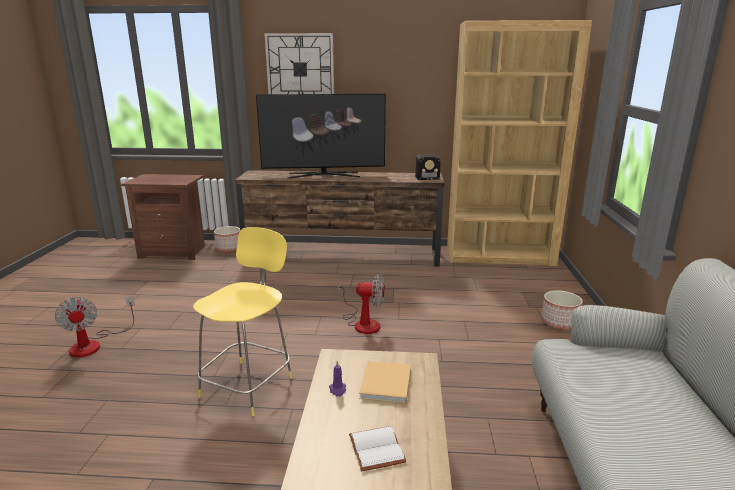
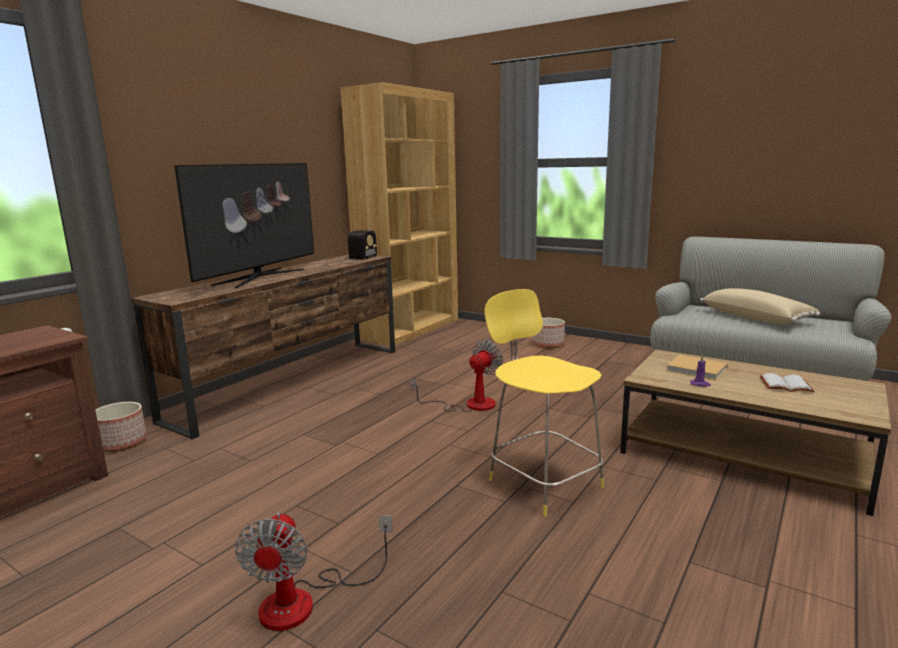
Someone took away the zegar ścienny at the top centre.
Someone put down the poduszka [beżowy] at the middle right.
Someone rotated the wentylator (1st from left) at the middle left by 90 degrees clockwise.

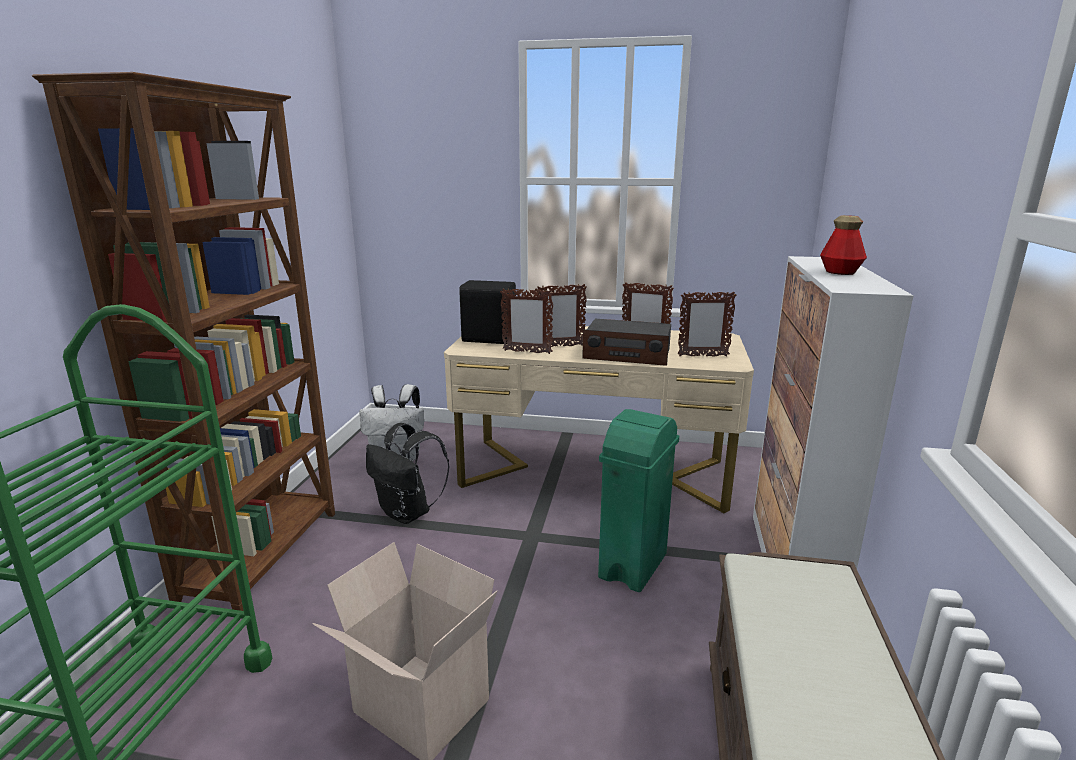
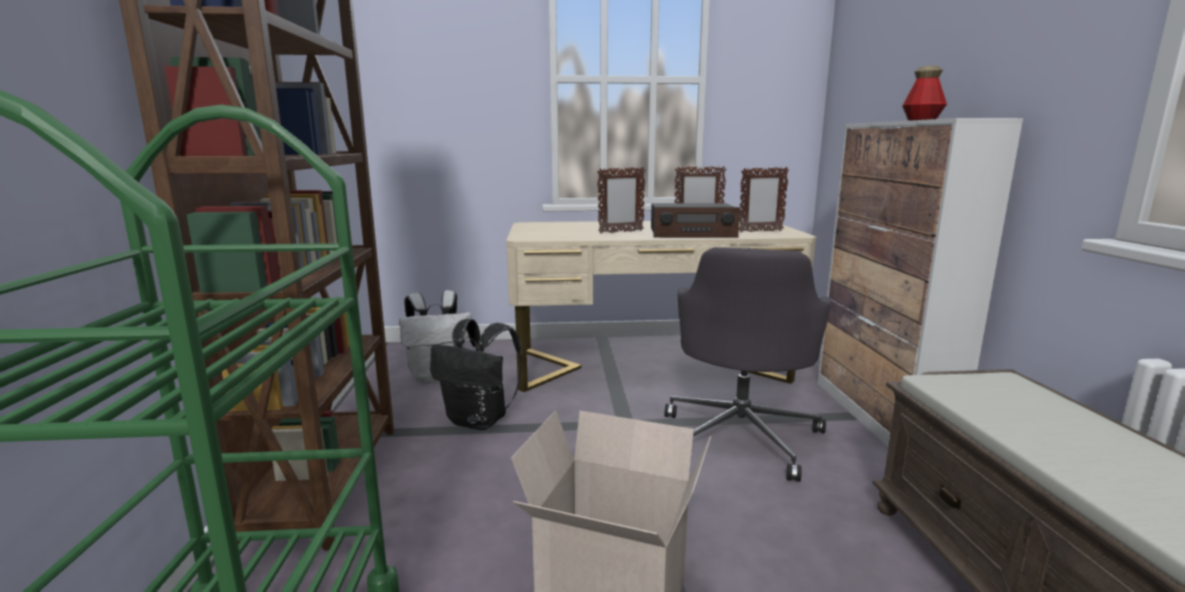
Someone took away the głośnik [czarny] at the centre.
Someone took away the ramka na zdjęcie (1st from left) at the centre.
Someone swapped the kosz na śmieci [zielony] at the centre for the krzesło biurowe [szary] at the centre.

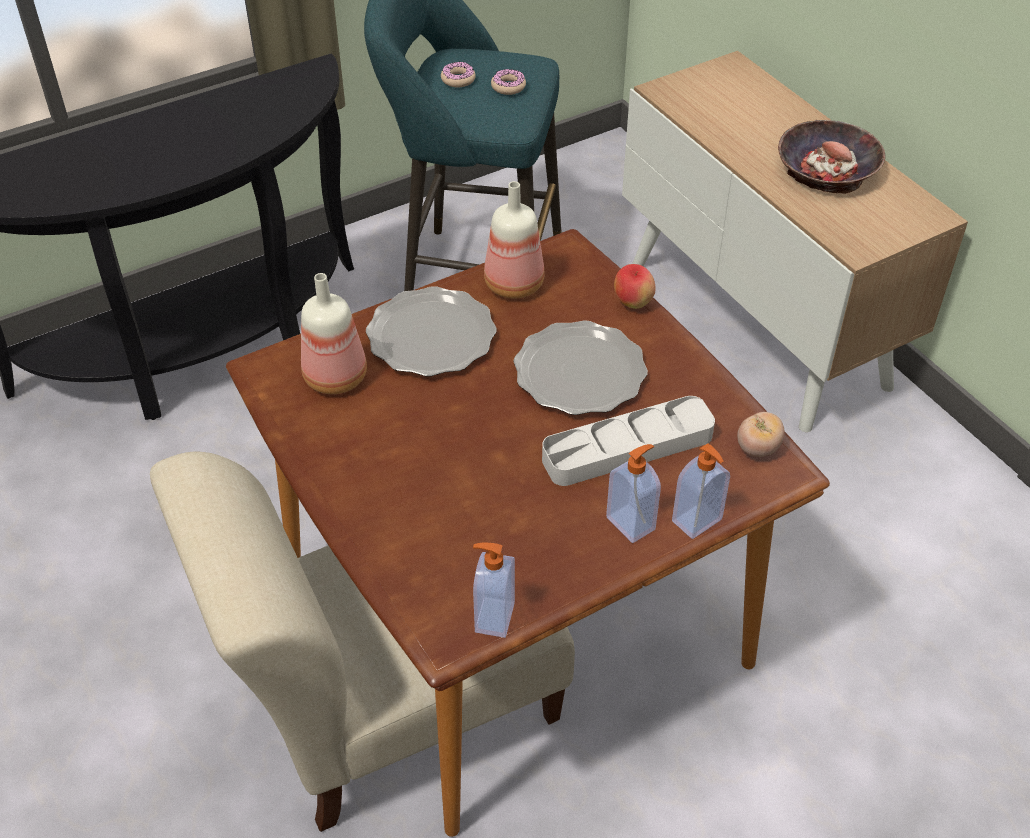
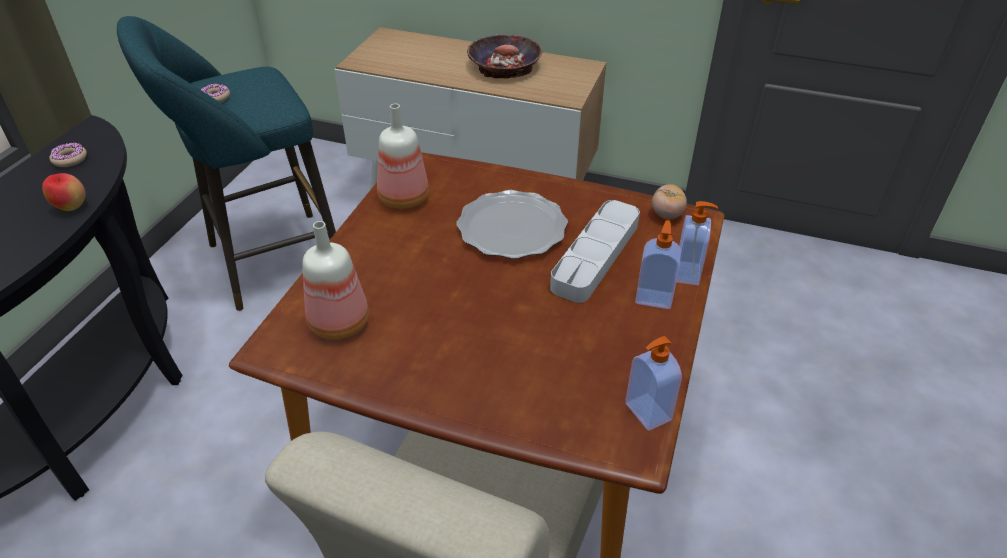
Someone took away the talerz (1st from left) at the centre.
Someone carried the donut (2nd from left in the first image) from the top centre to the top left.
Someone carried the jabłko from the centre to the middle left.

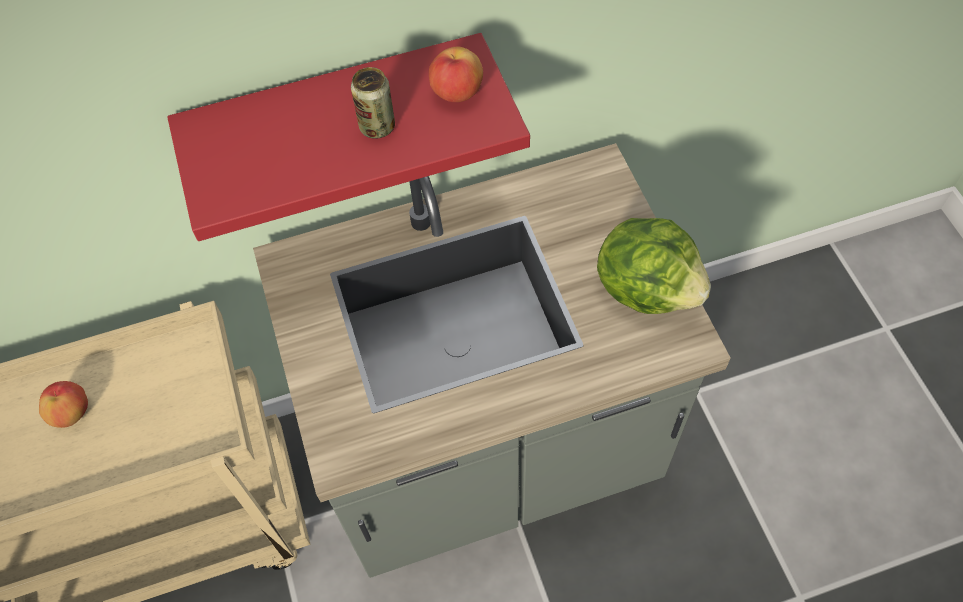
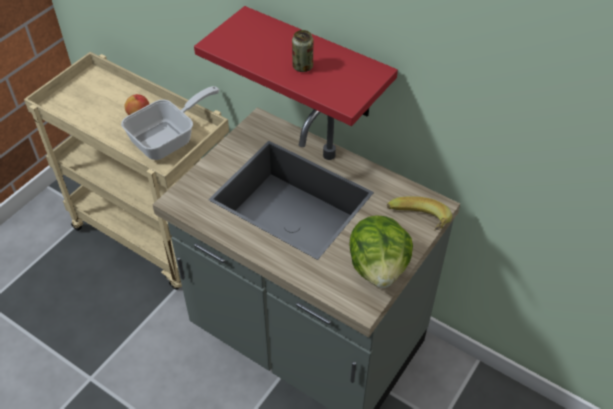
Someone took away the jabłko (2nd from left) at the top centre.
Someone put down the patelnia at the top left.
Someone put down the banan at the middle right.

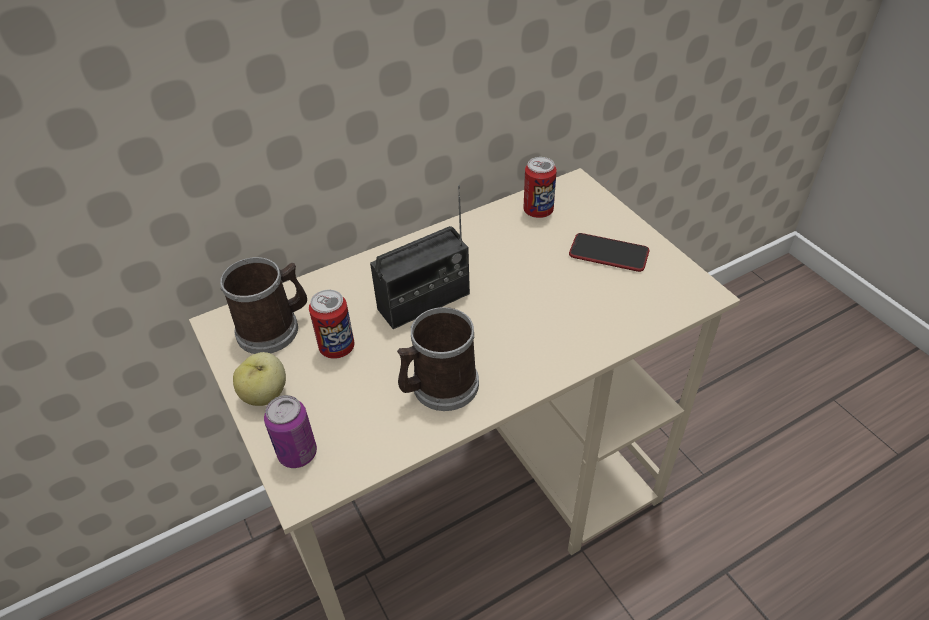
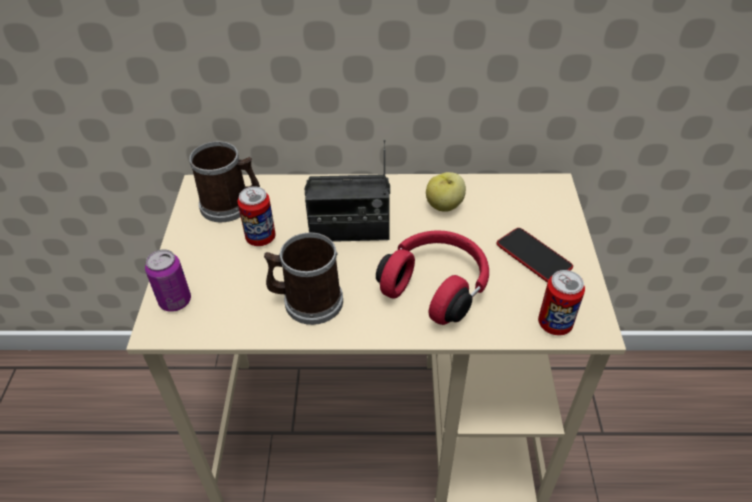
Someone put down the słuchawki [czerwony] at the centre.
Someone carried the jabłko from the middle left to the centre.
Someone carried the puszka (3rd from left) from the top centre to the middle right.

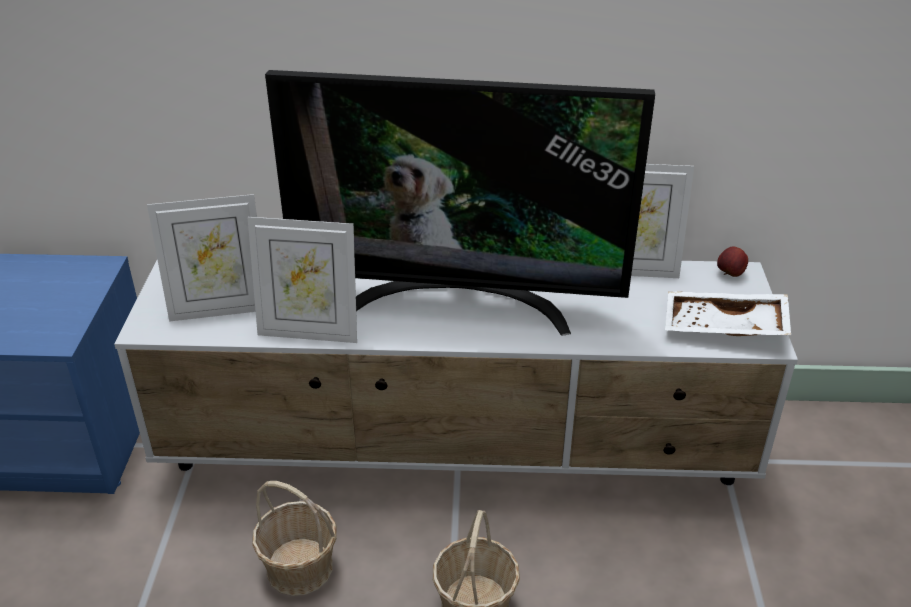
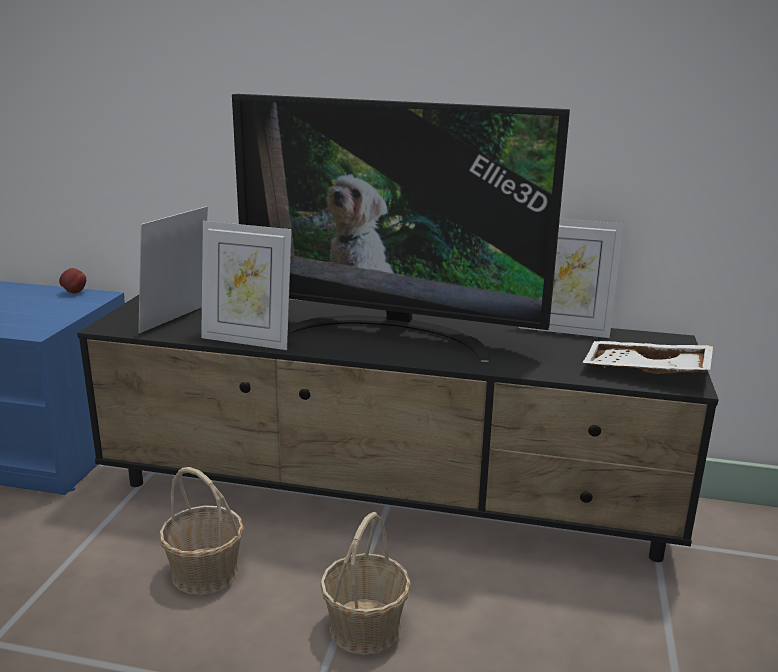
Someone carried the jabłko from the middle right to the middle left.
Someone repainted the szafka pod telewizor [biały] at the centre, which became the szafka pod telewizor [czarny] at the centre.
Someone rotated the ramka na zdjęcie (1st from left) at the middle left by 120 degrees clockwise.

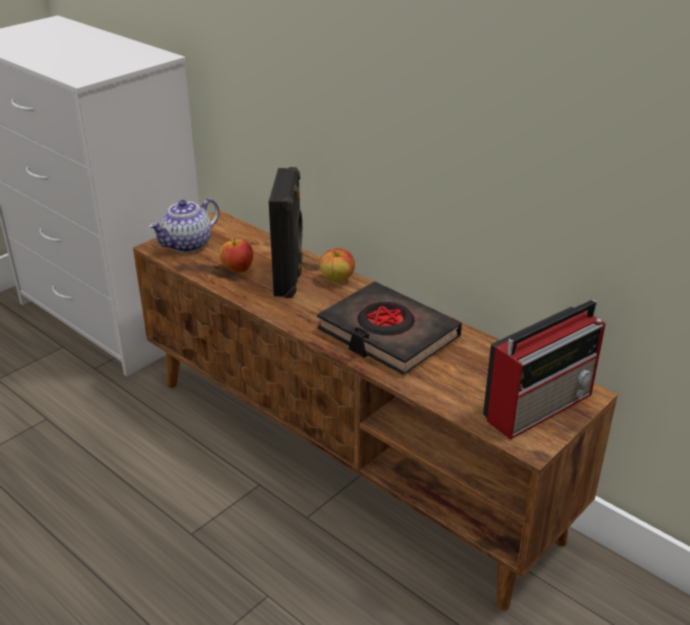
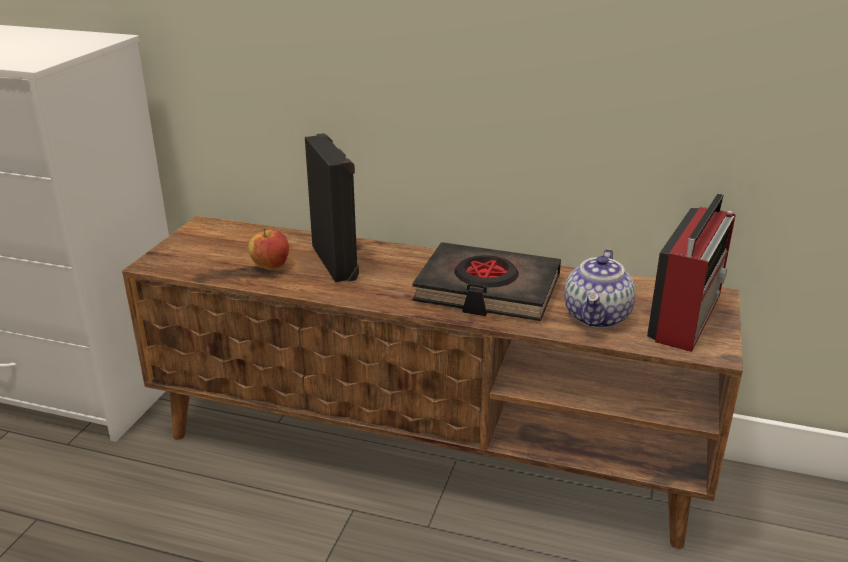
Someone took away the jabłko (2nd from left) at the centre.
Someone carried the imbryk from the middle left to the middle right.

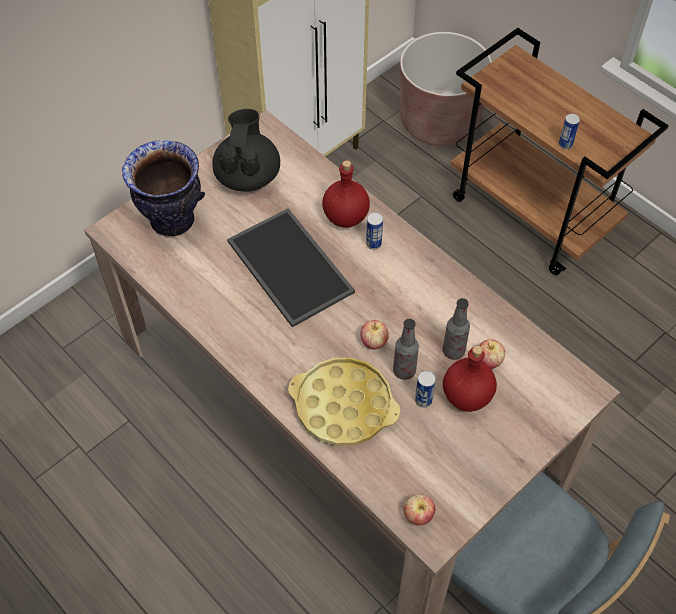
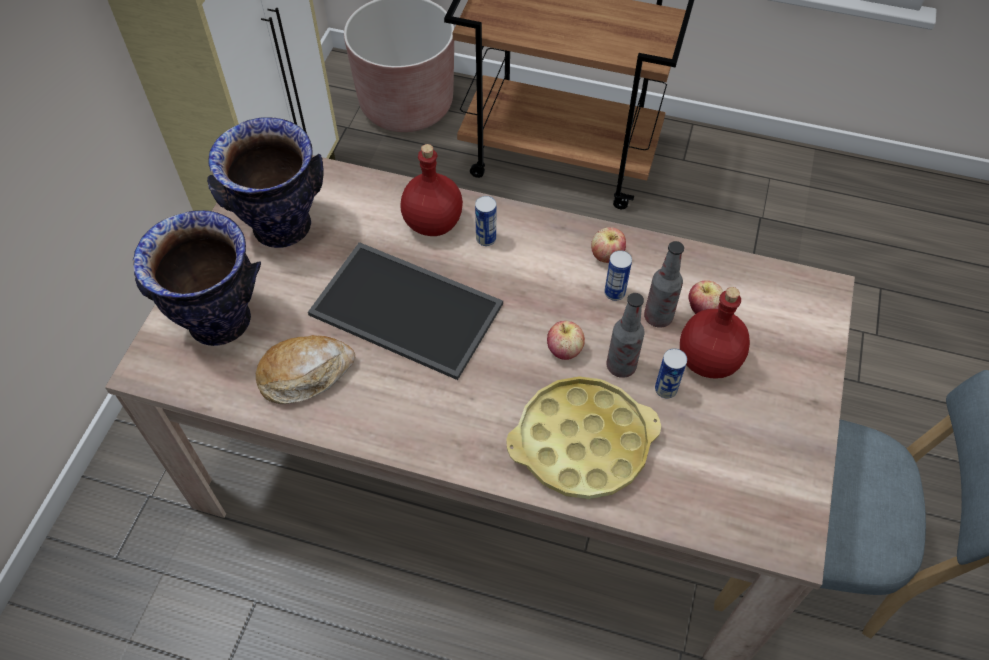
Someone put down the chleb at the middle left.
Someone carried the jabłko (2nd from left) from the bottom centre to the centre.
Someone carried the puszka (3rd from left in the first image) from the top right to the centre.
Someone swapped the imbryk [czarny] at the top centre for the wazon (2nd from left) at the top left.

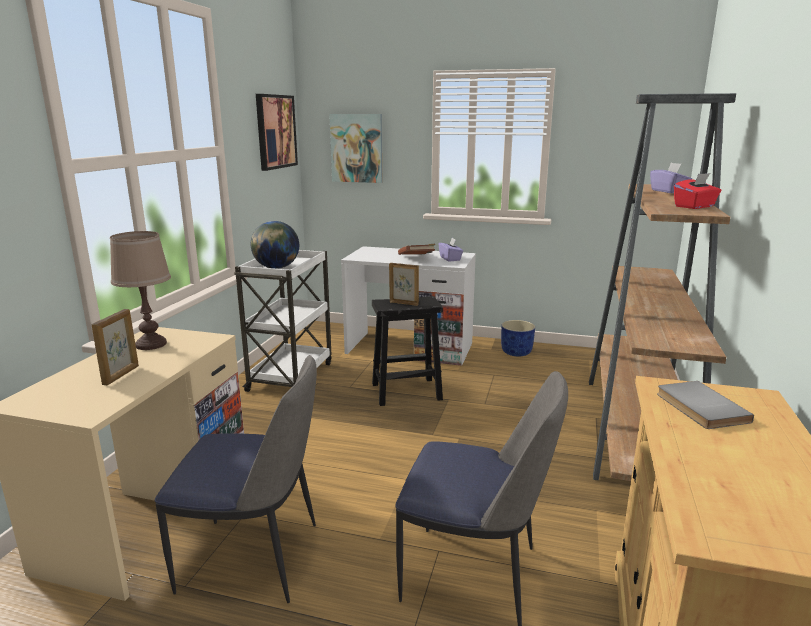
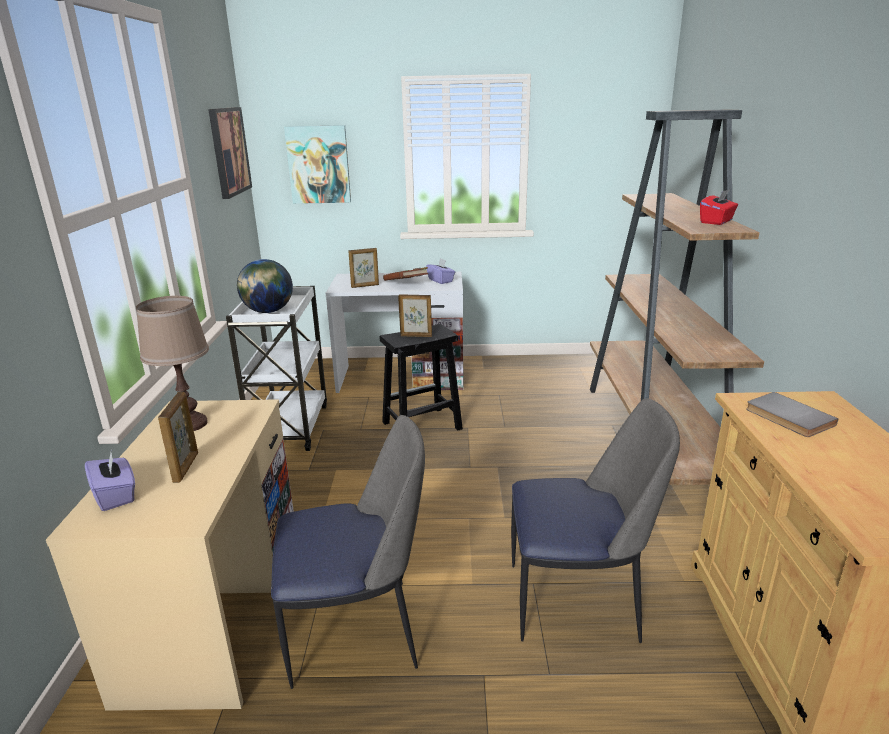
Someone took away the donica [niebieski] at the centre.
Someone put down the ramka na zdjęcie (2nd from left) at the centre.
Someone carried the pudełko chusteczek [fioletowy] (2nd from left in the first image) from the top right to the middle left.

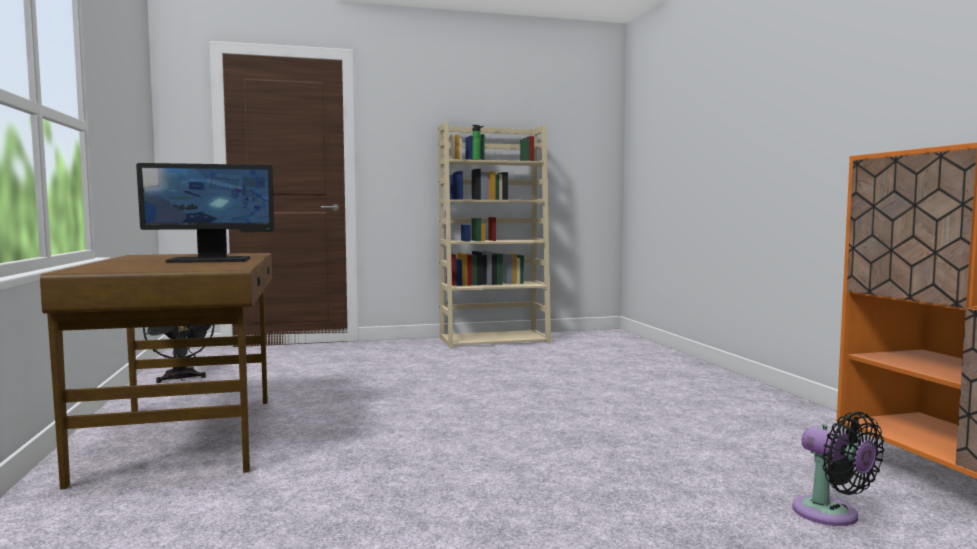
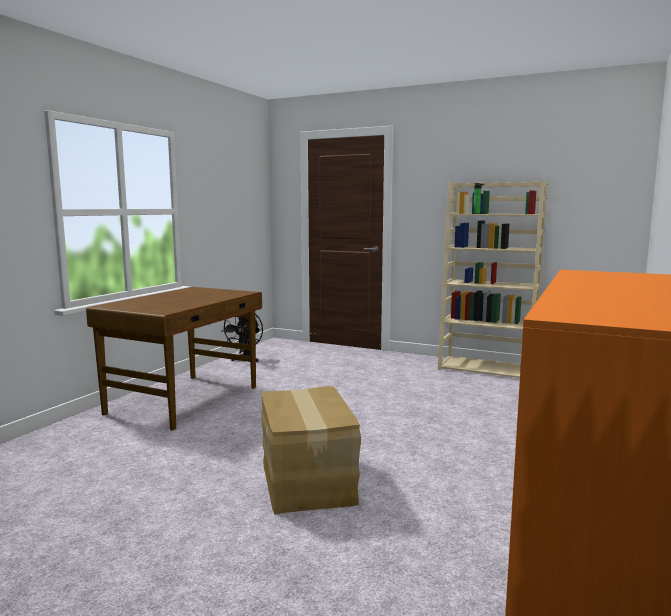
Someone took away the monitor at the middle left.
Someone took away the wentylator [czarny] (2nd from left) at the bottom right.
Someone put down the karton at the bottom centre.

